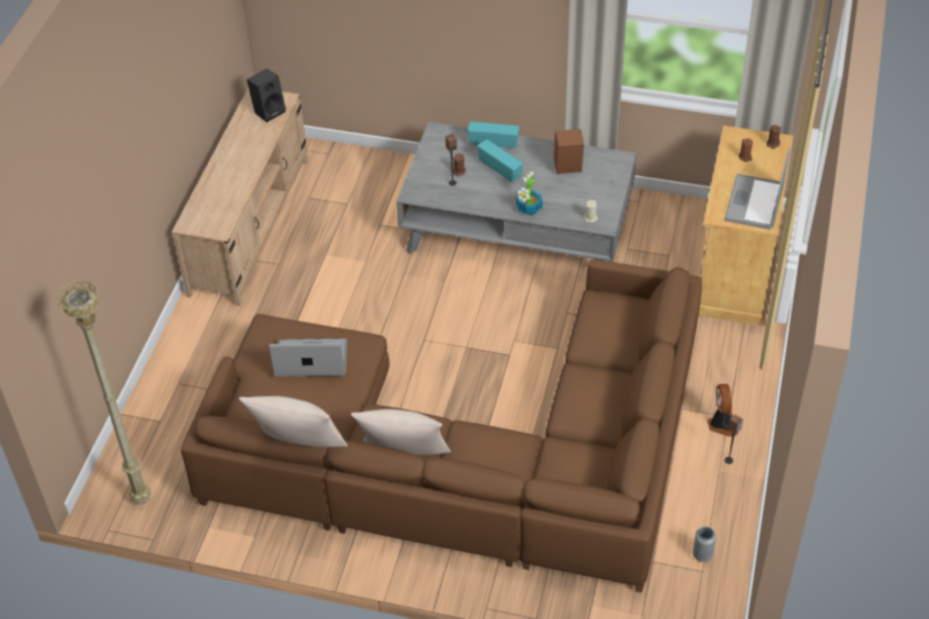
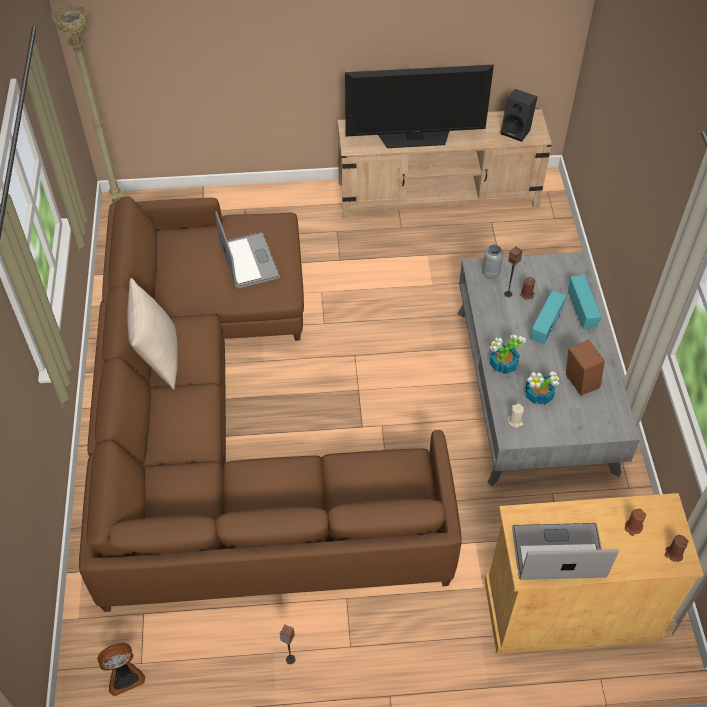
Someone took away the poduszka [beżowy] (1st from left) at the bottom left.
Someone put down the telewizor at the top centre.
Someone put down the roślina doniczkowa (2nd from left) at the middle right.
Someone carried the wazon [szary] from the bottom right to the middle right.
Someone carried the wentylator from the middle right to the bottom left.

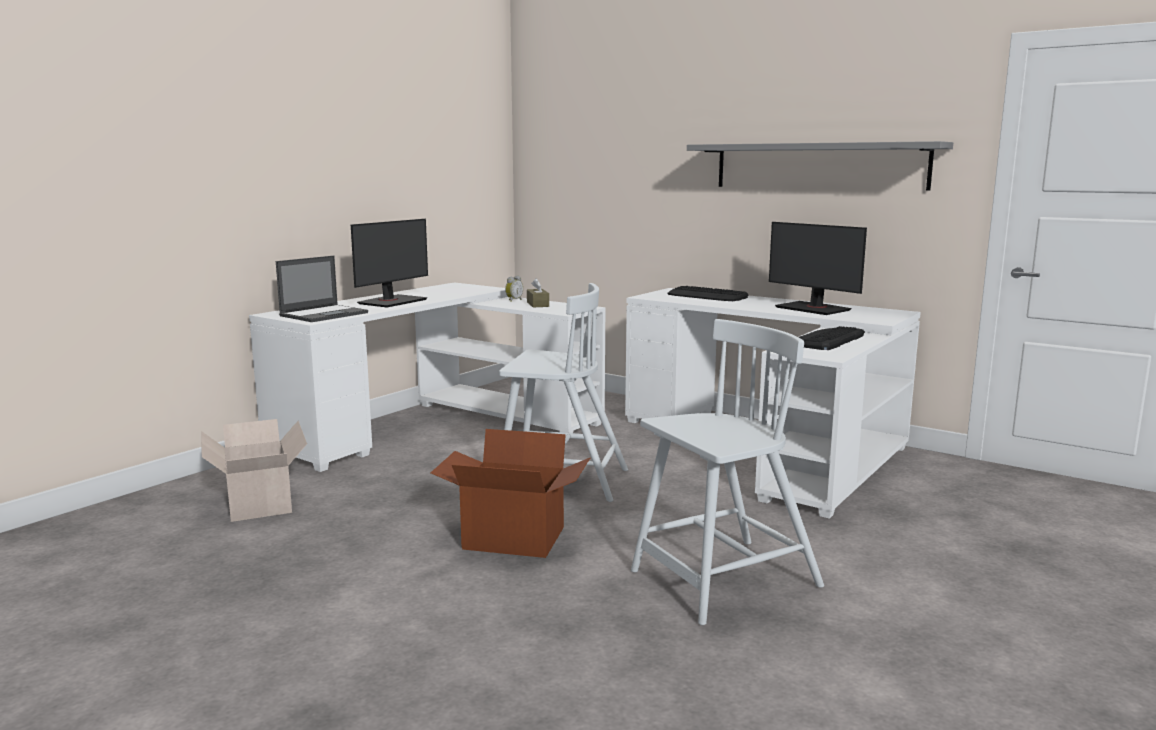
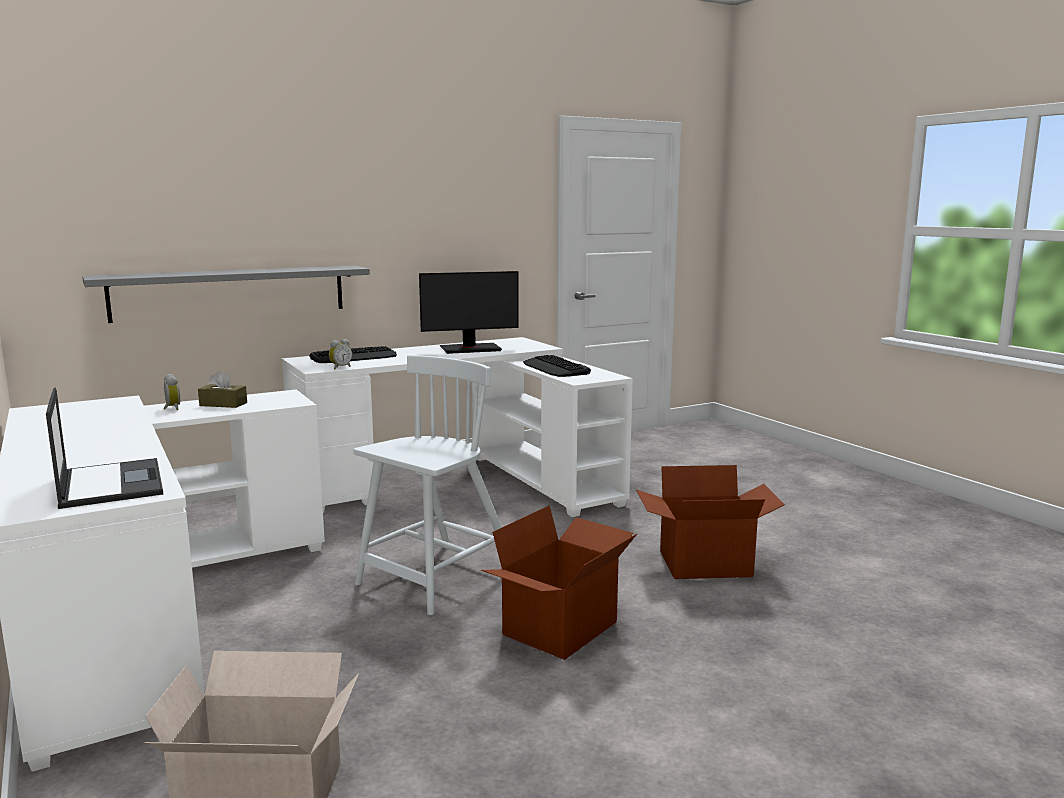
Someone took away the monitor (1st from left) at the centre.
Someone put down the budzik (2nd from left) at the middle left.
Someone carried the półka [szary] from the top right to the middle left.
Someone swapped the krzesło [biały] (2nd from left) at the centre for the karton (3rd from left) at the middle right.

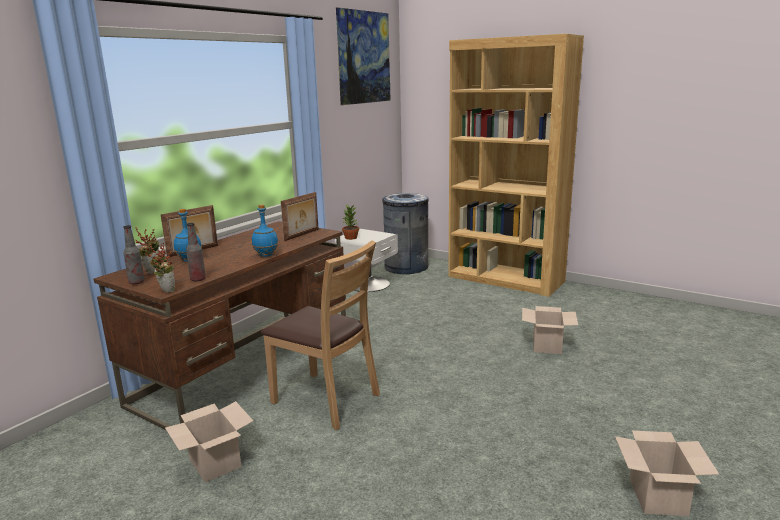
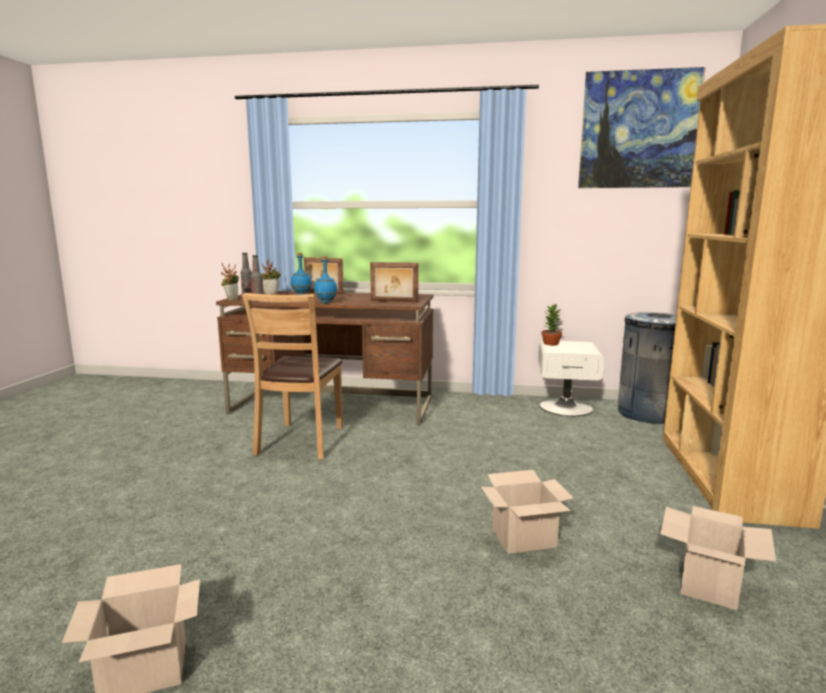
Someone carried the karton (1st from left in the first image) from the bottom left to the bottom right.

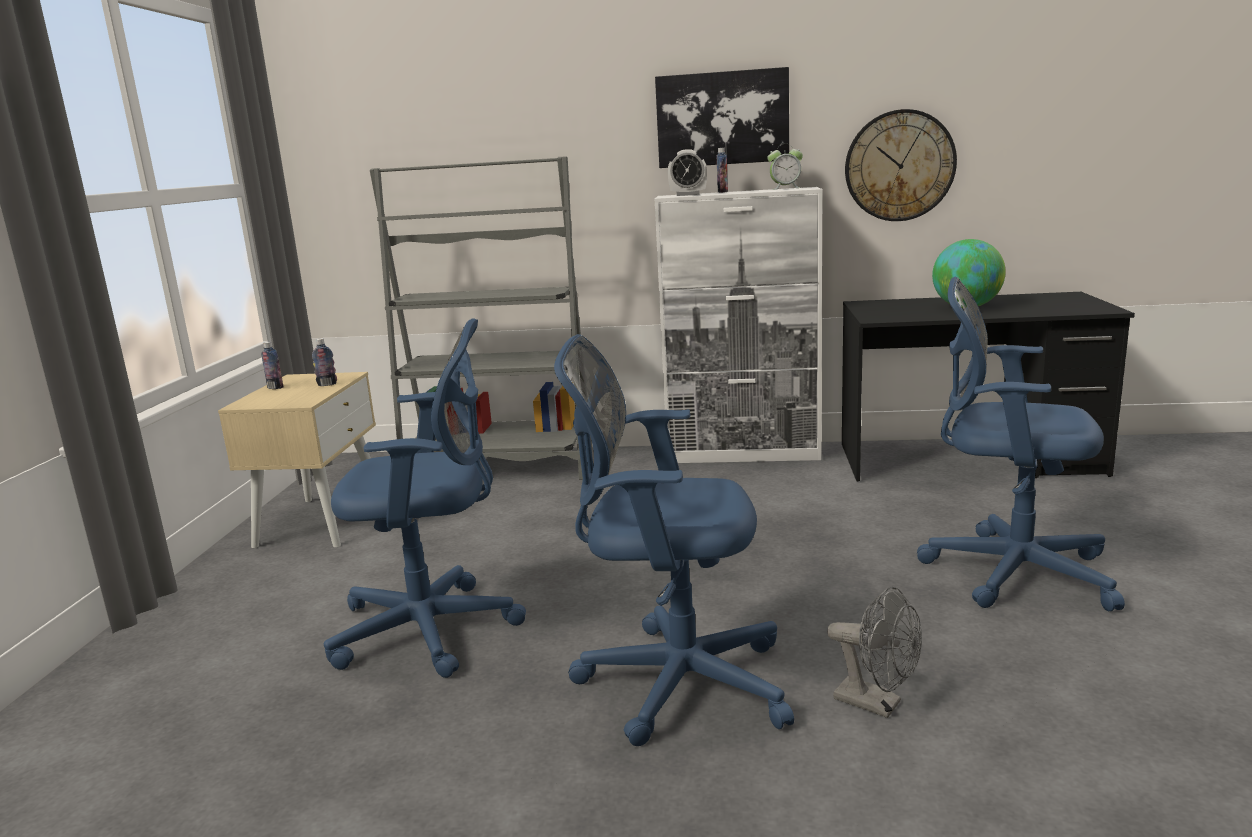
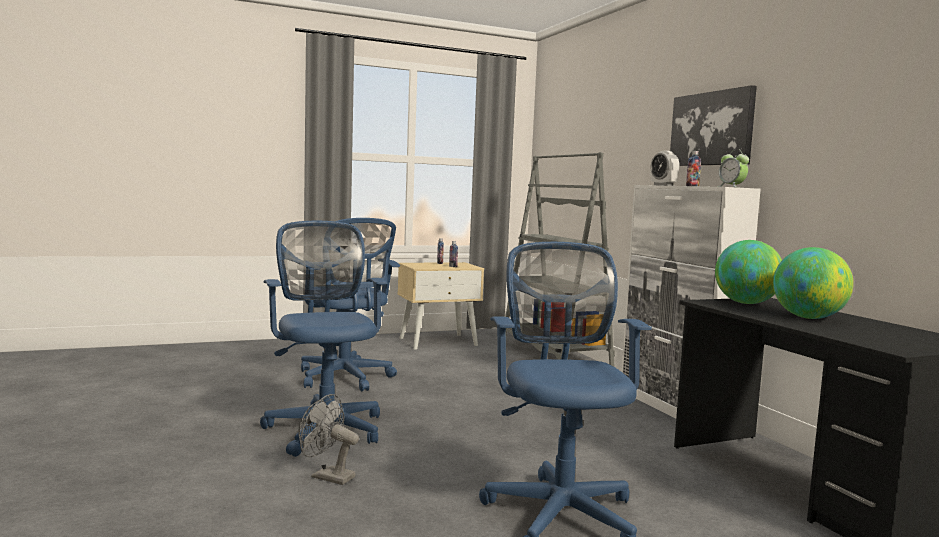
Someone took away the zegar ścienny at the top right.
Someone put down the globus (1st from left) at the middle right.
Someone rotated the wentylator [szary] at the bottom right by 105 degrees clockwise.

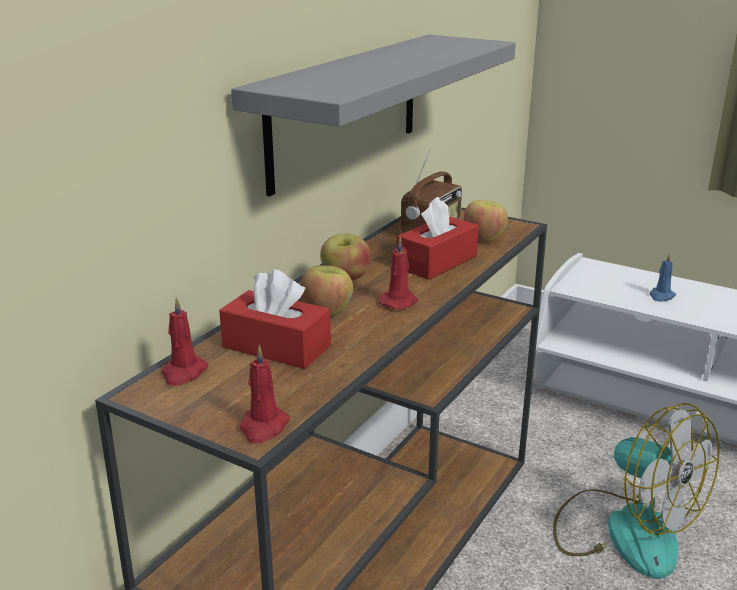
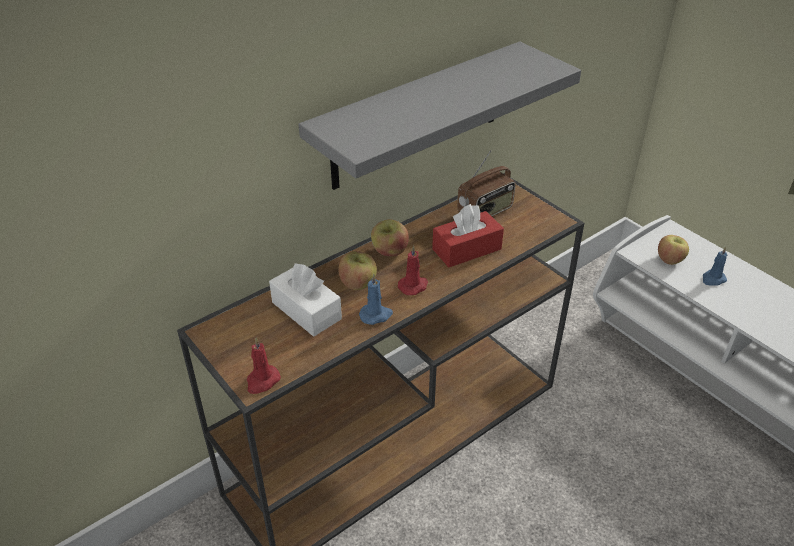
Someone took away the świeca [czerwony] (1st from left) at the middle left.
Someone took away the wentylator at the bottom right.
Someone put down the świeca [niebieski] (1st from left) at the centre.
Someone carried the jabłko (3rd from left) from the centre to the middle right.
Someone repainted the pudełko chusteczek [czerwony] (1st from left) at the centre, which became the pudełko chusteczek [biały] at the centre.

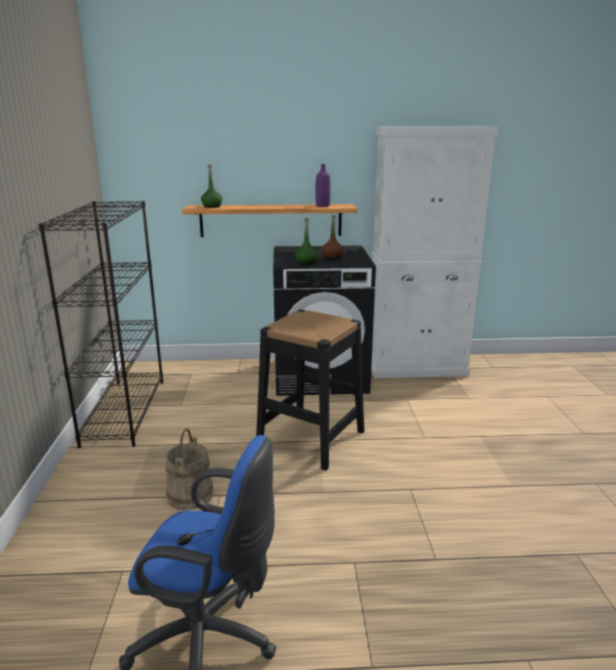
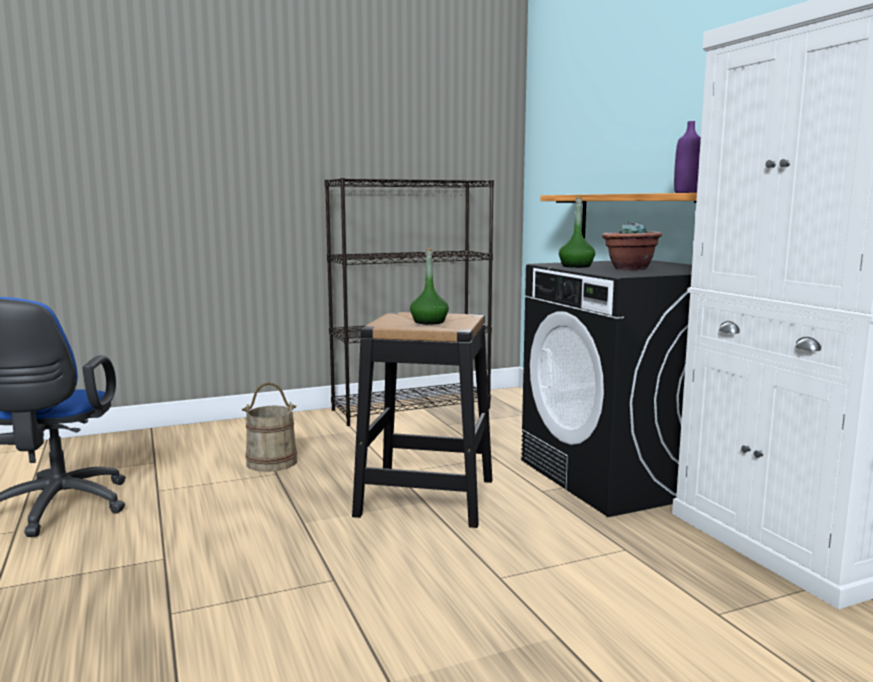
Someone carried the butelka [zielony] (1st from left) from the top centre to the centre.
Someone swapped the butelka [brązowy] at the centre for the roślina doniczkowa at the middle right.

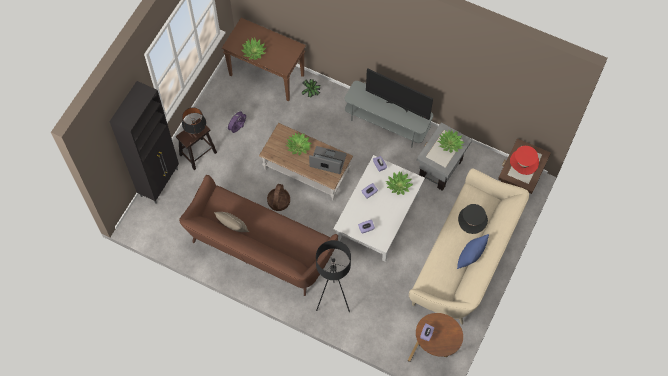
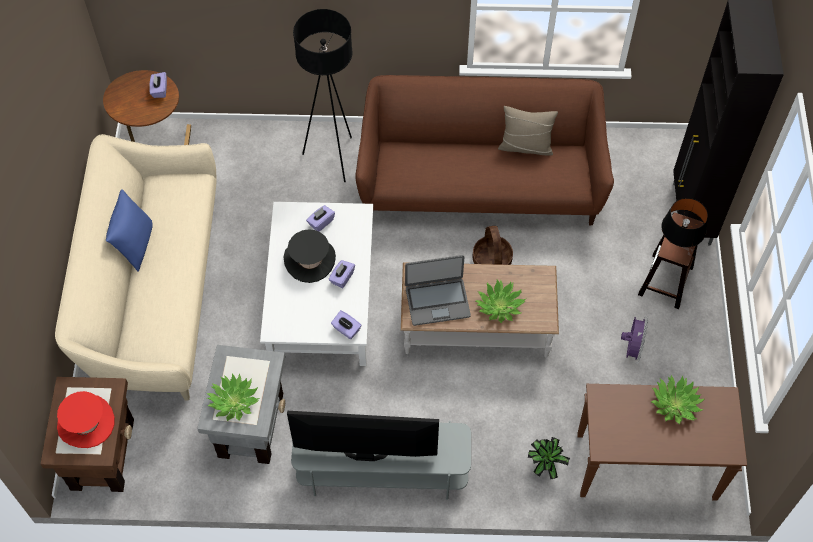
Someone took away the roślina doniczkowa (4th from left) at the centre.
Someone carried the kapelusz [czarny] from the middle right to the centre.

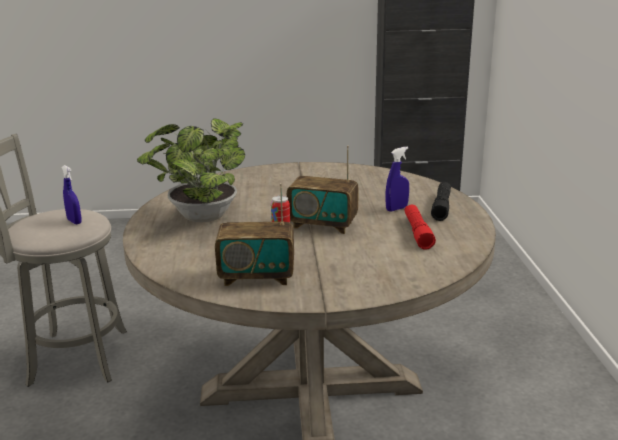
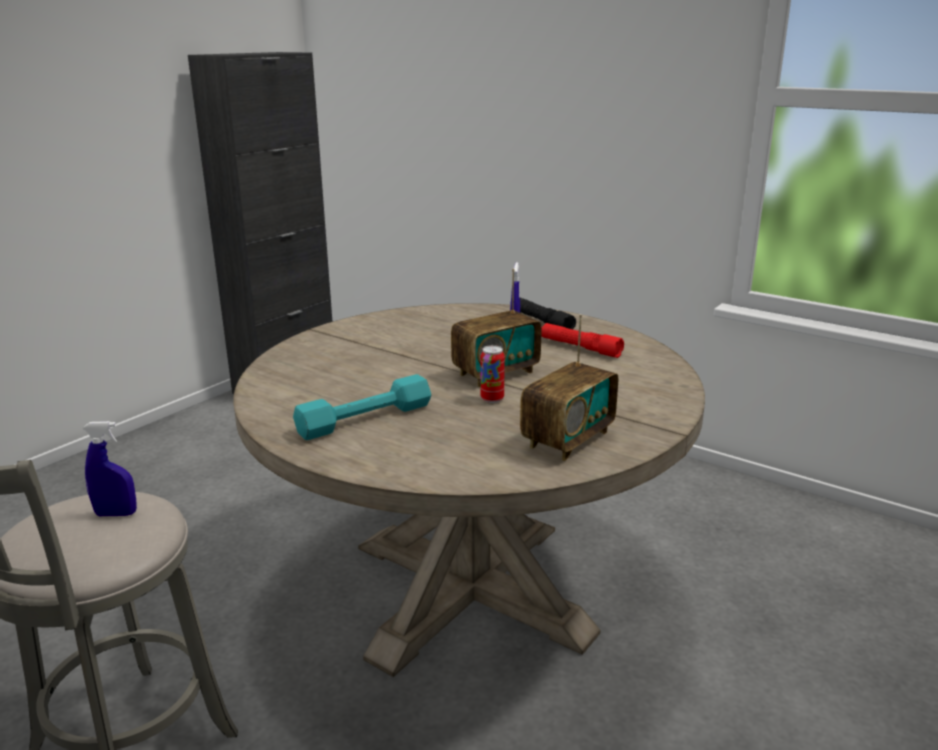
Someone swapped the roślina doniczkowa at the middle left for the hantel [turkusowy] at the centre.

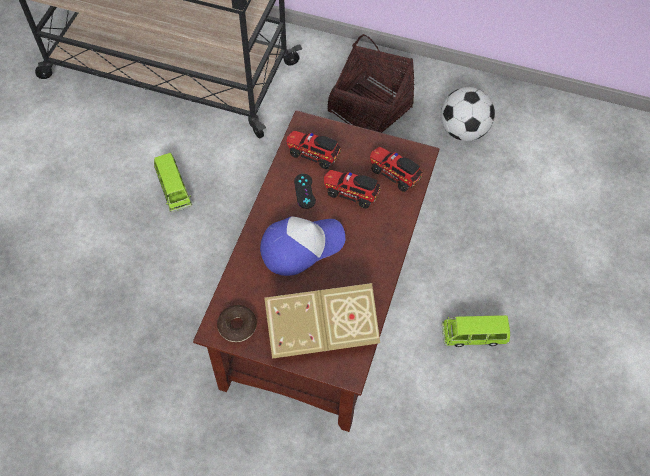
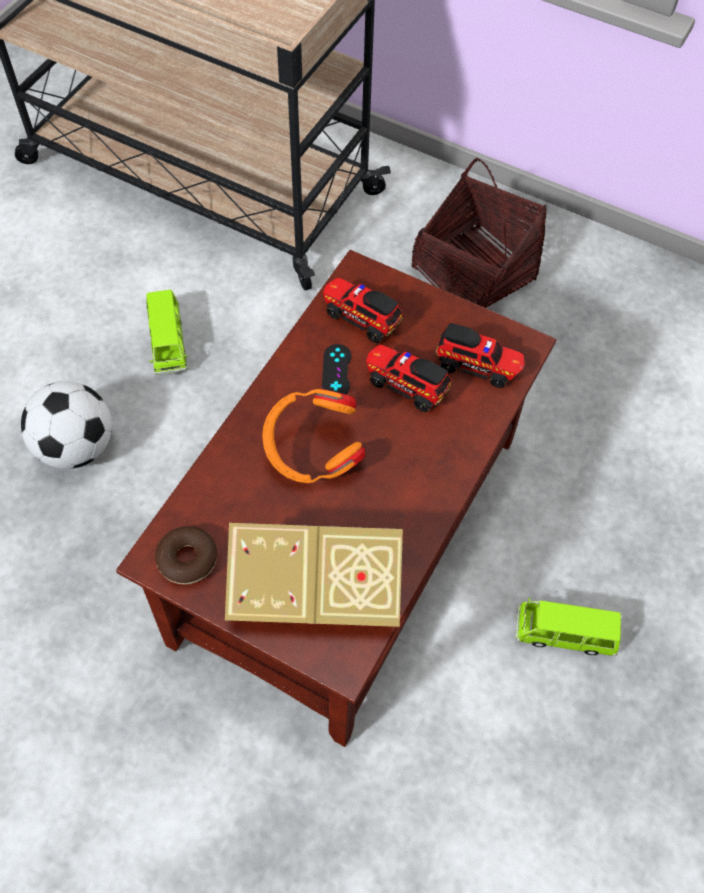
Someone carried the piłka futbolowa from the top right to the middle left.
Someone swapped the czapka z daszkiem at the centre for the słuchawki [pomarańczowy] at the centre.
Someone rotated the ciężarówka zabawkowa (3rd from left) at the centre by 150 degrees clockwise.

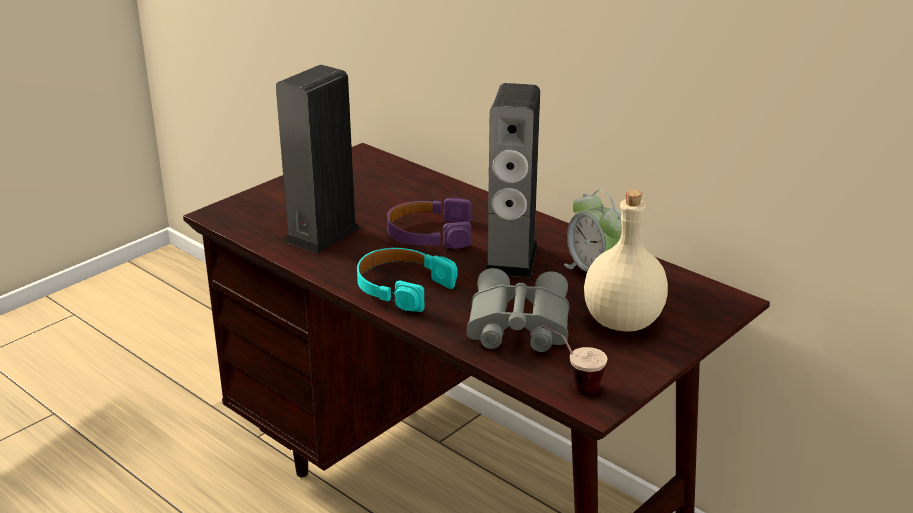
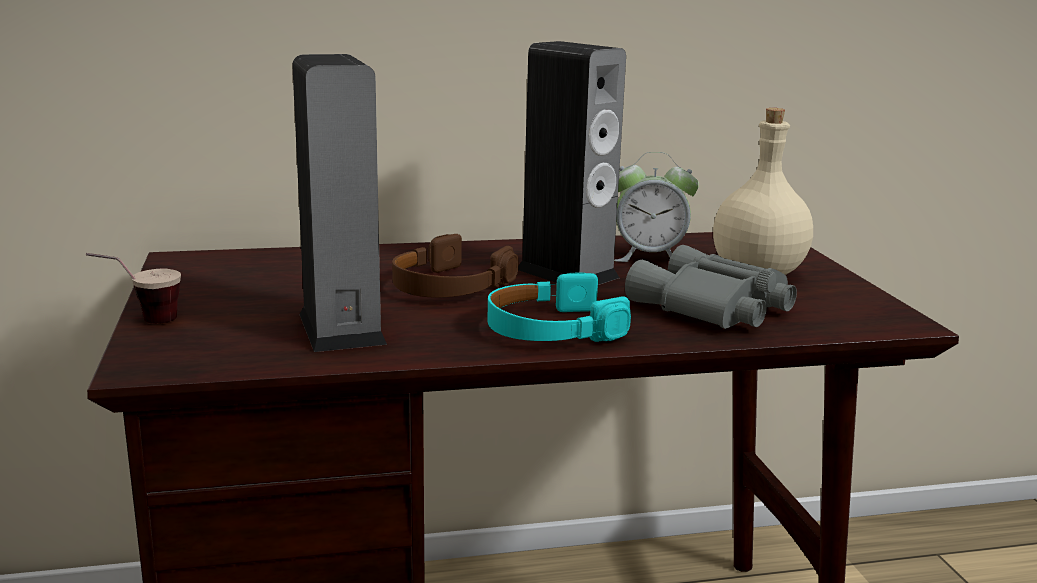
Someone carried the filiżanka from the bottom centre to the middle left.
Someone repainted the słuchawki [fioletowy] at the centre, which became the słuchawki [brązowy] at the centre.

